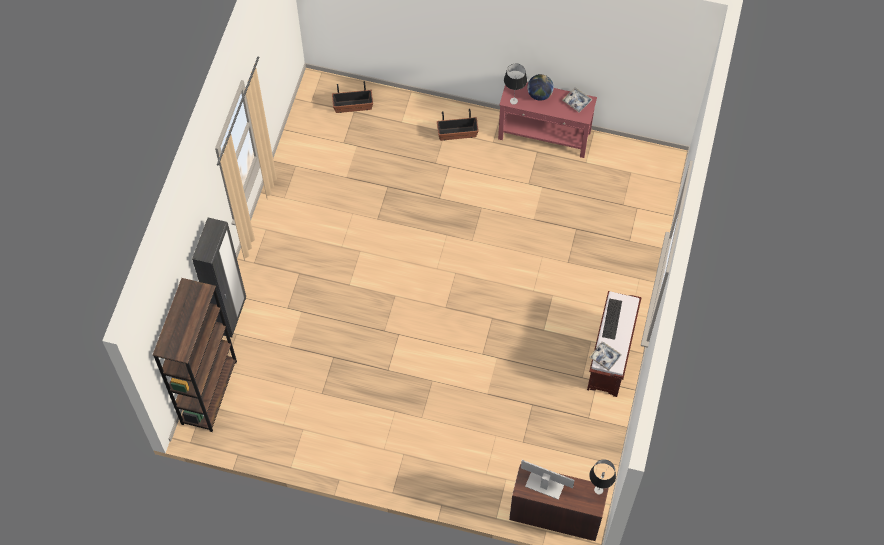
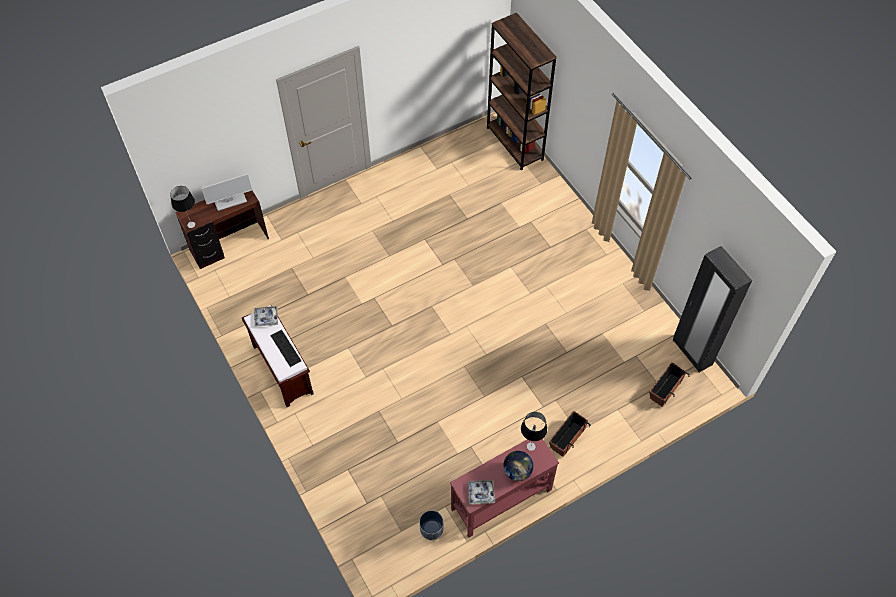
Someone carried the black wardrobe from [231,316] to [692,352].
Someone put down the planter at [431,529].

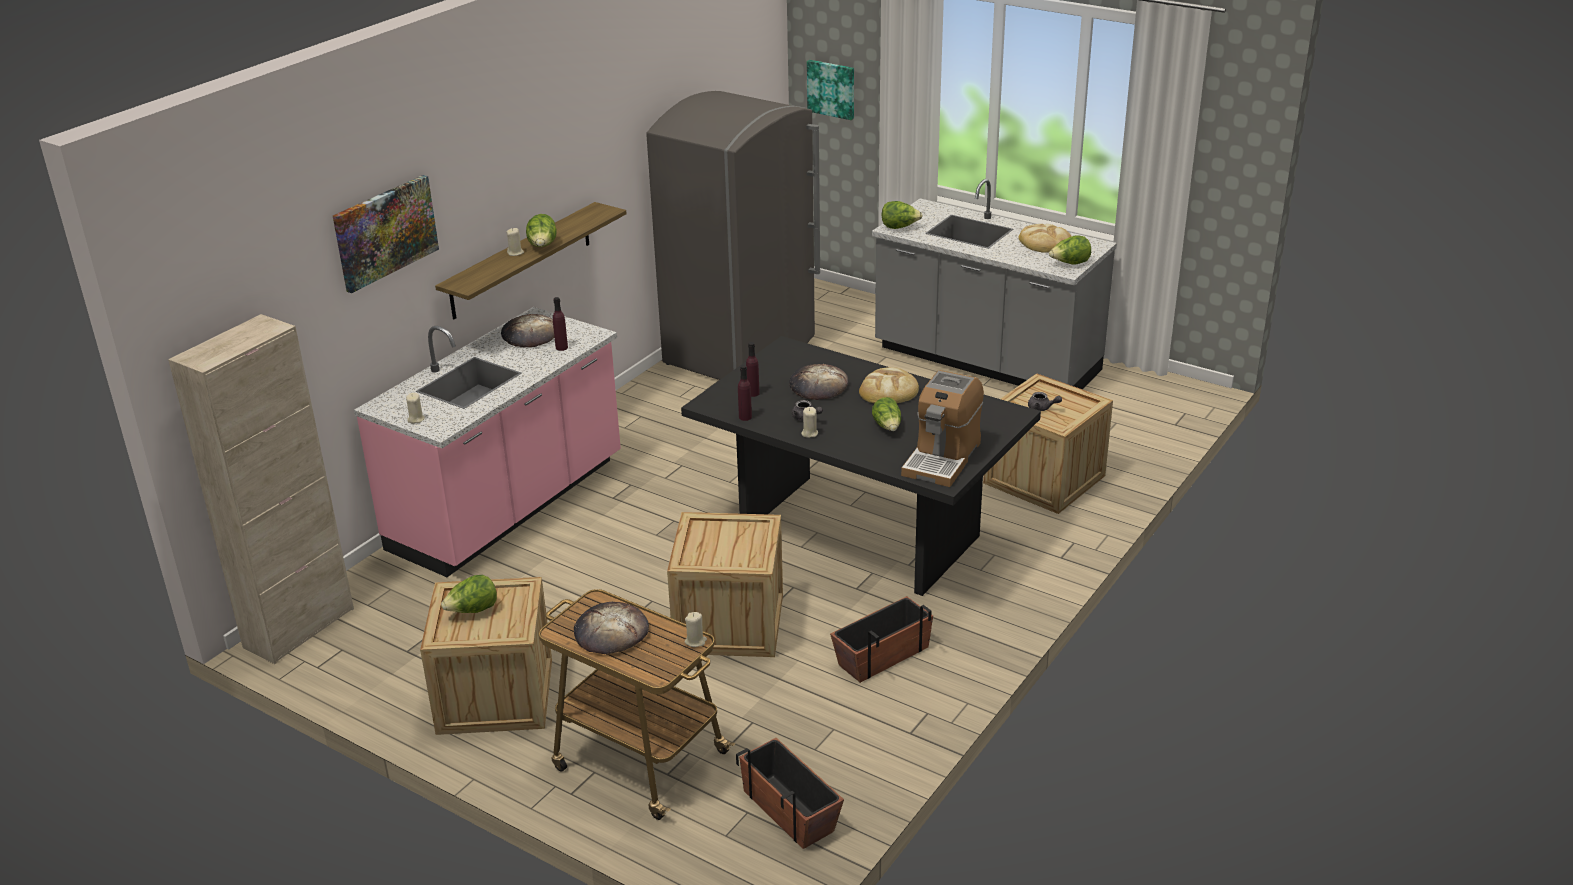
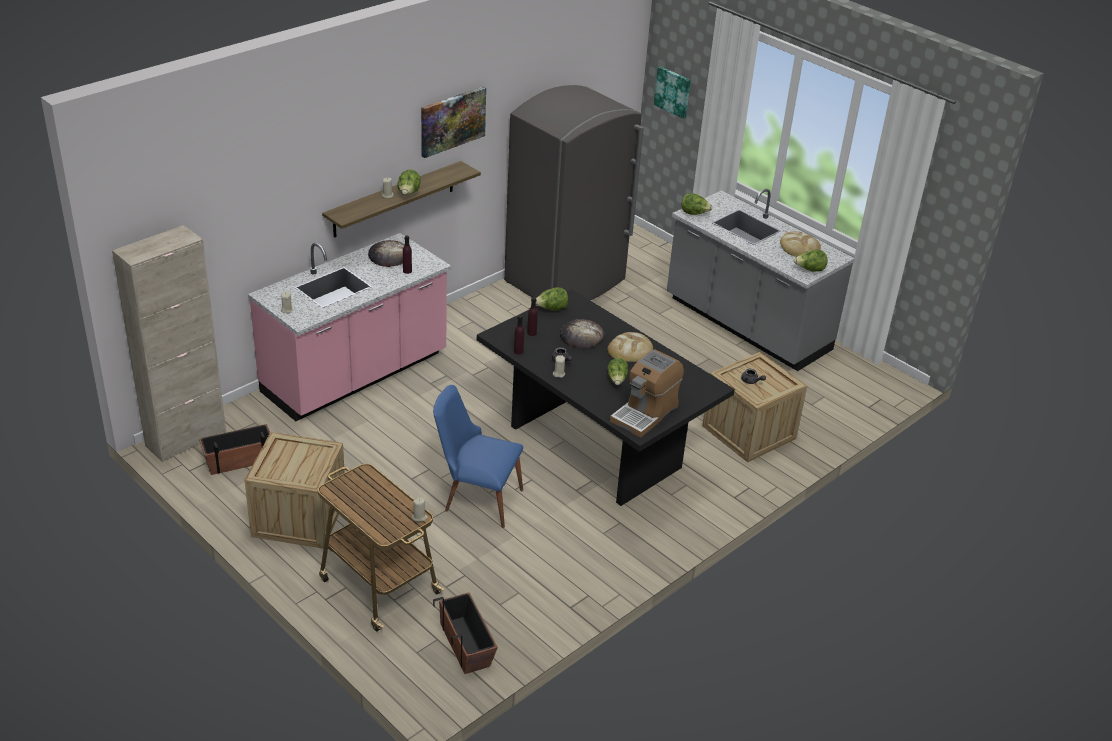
Someone carried the picture from [385,232] to [452,121].
Someone swapped the crate at [729,623] for the blue chair at [476,498].
Someone carried the lettuce from [473,611] to [551,309].
Someone carried the planter from [882,655] to [238,460].
Someone took away the bread at [611,632].

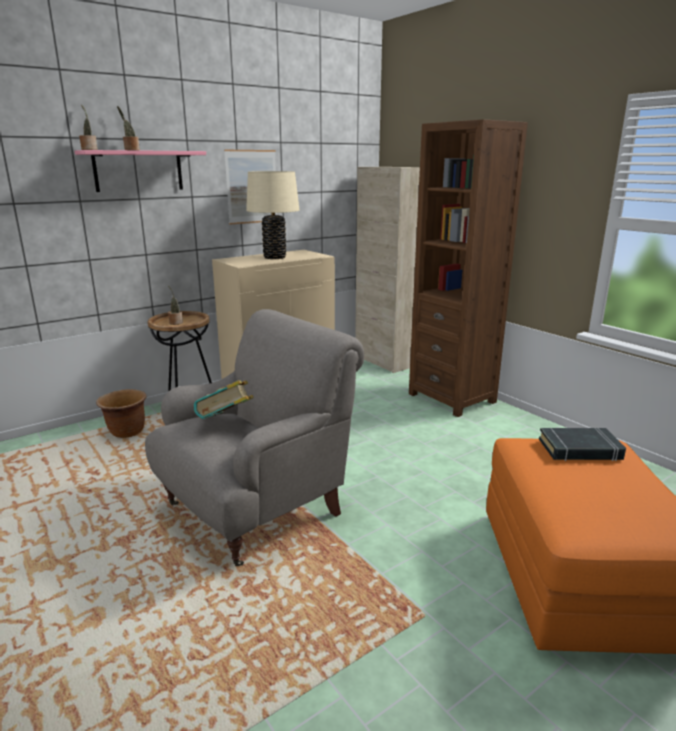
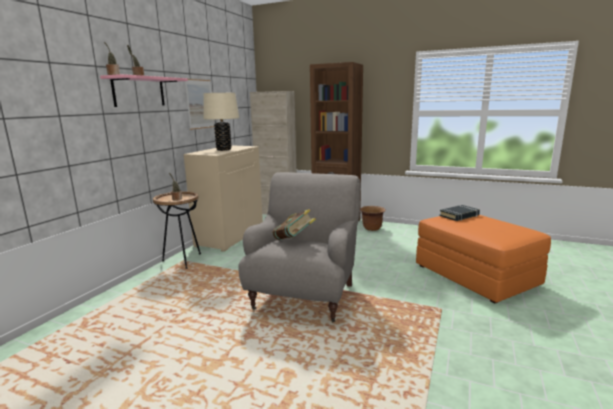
Someone carried the brown planter from [127,432] to [372,228].

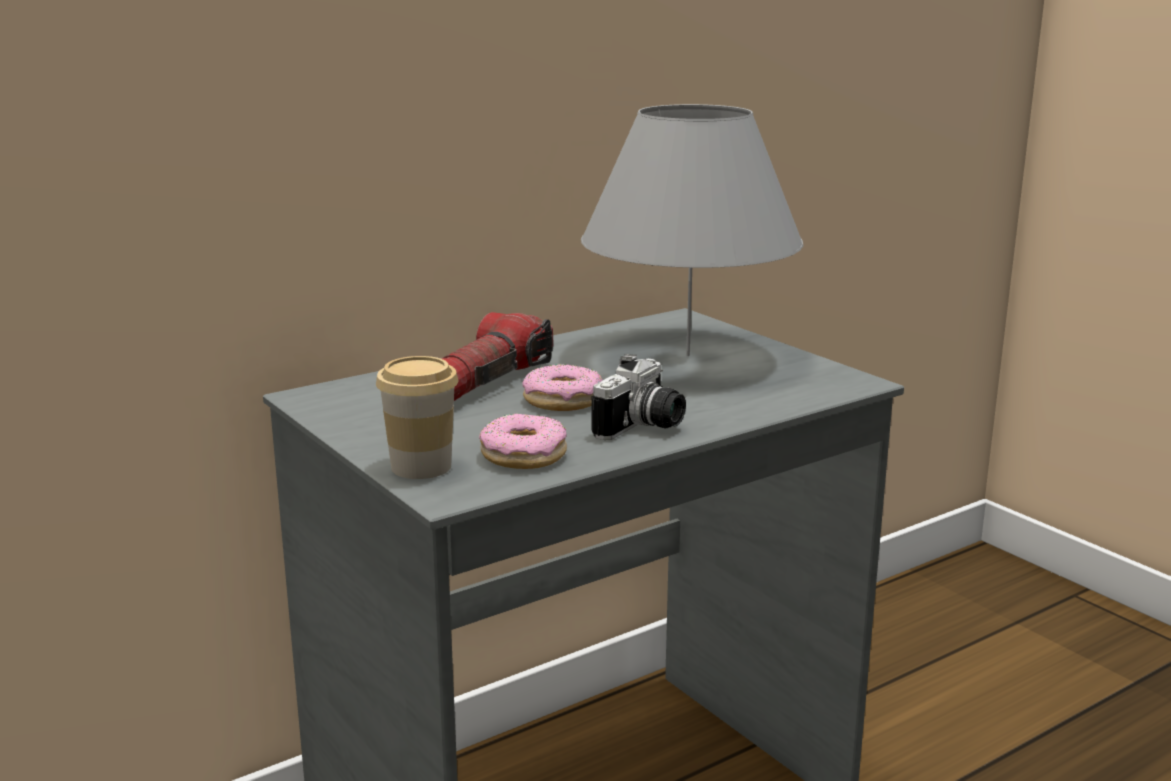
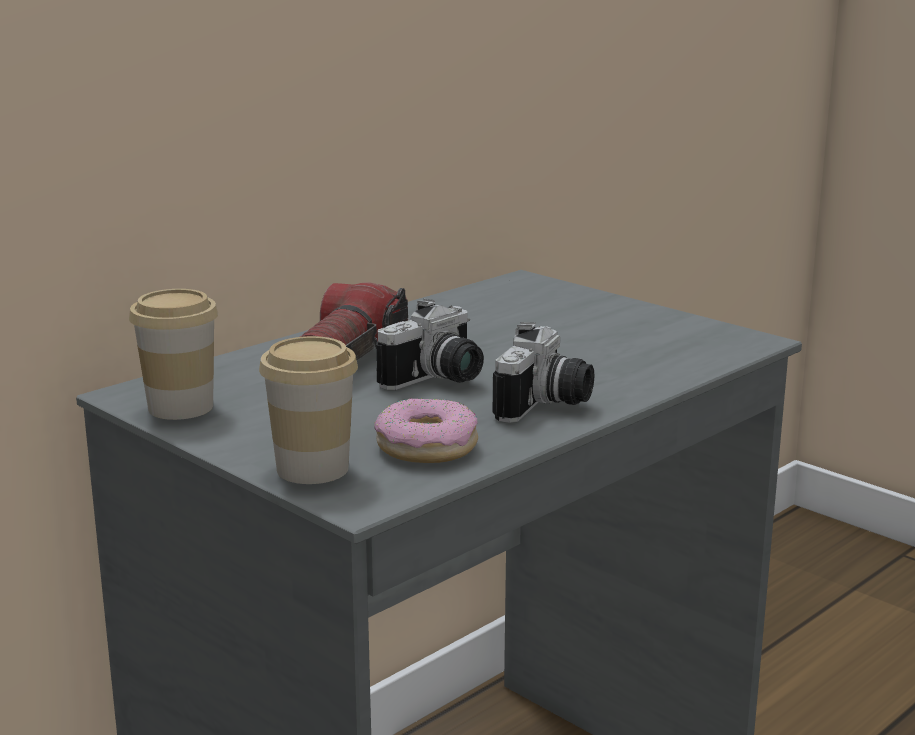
Someone took away the grey table lamp at [687,355].
Someone swapped the donut at [562,400] for the photo camera at [439,380].
Someone put down the cup at [180,407].

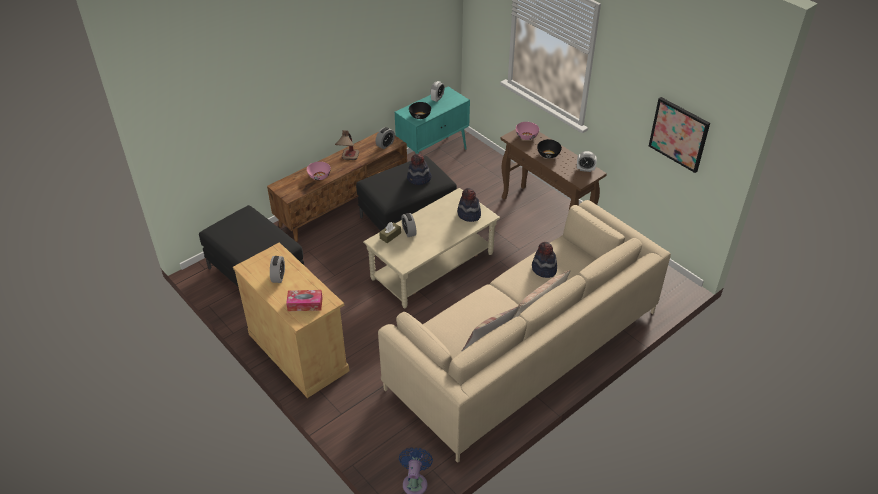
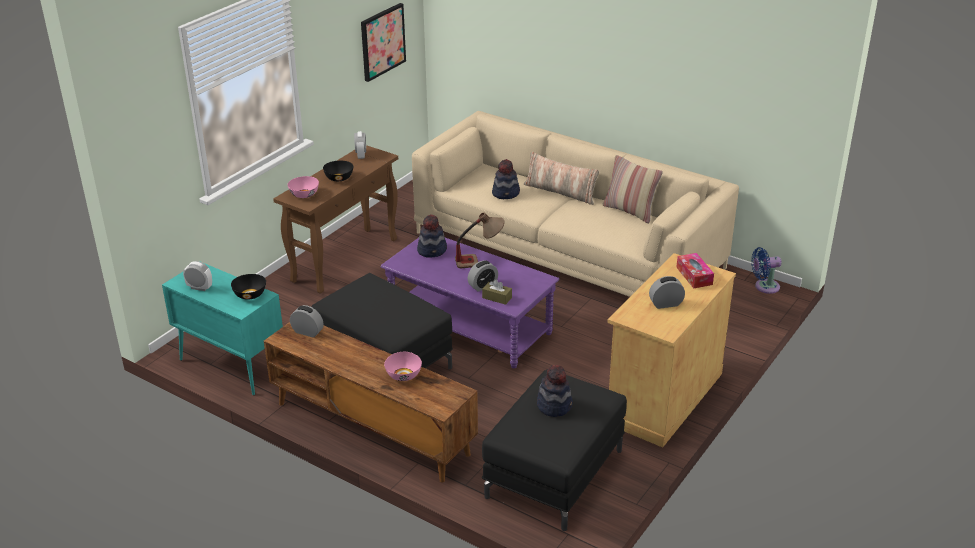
Someone carried the table lamp from [349,161] to [479,261].
Someone carried the hat from [419,179] to [554,405].
Someone repainted the beige coffee table at [432,266], which became the purple coffee table at [470,326].

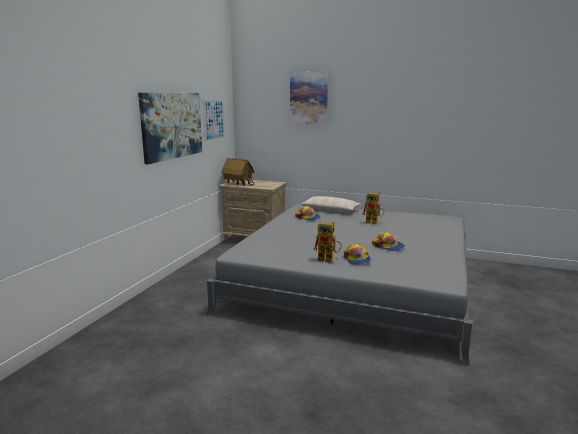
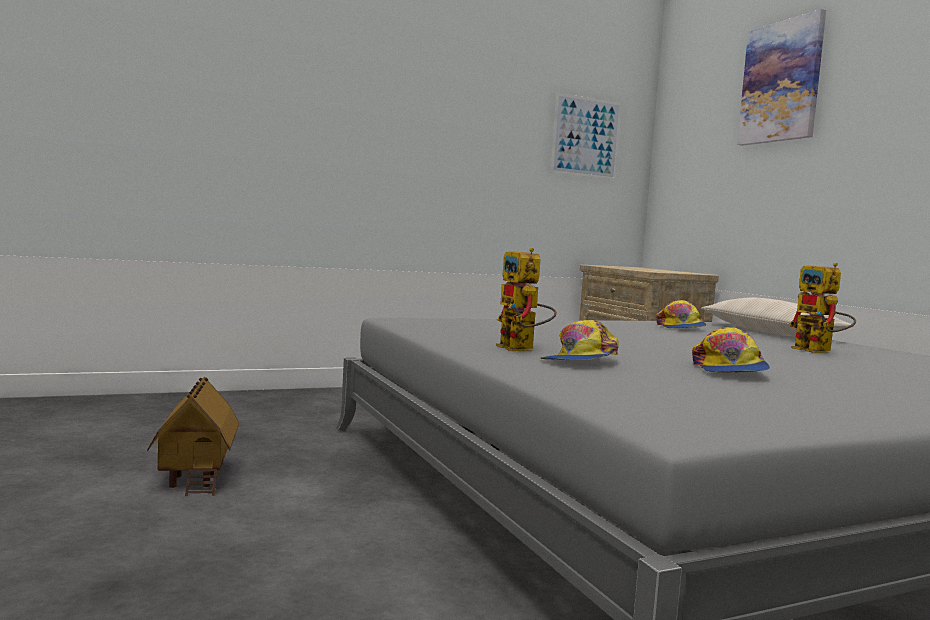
Someone took away the picture at [172,125].
Someone carried the toy house from [238,184] to [196,475].

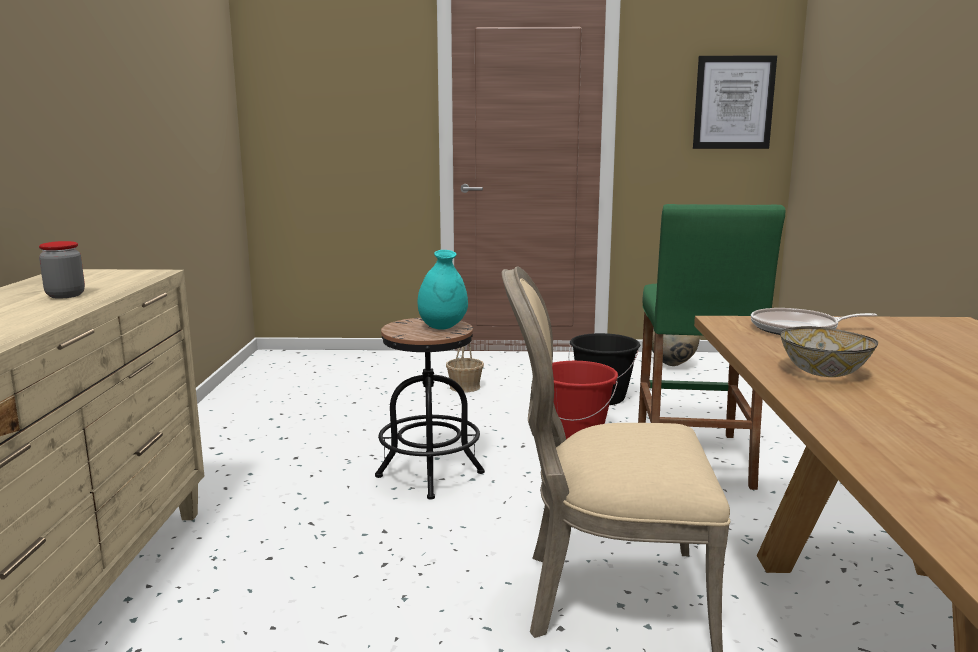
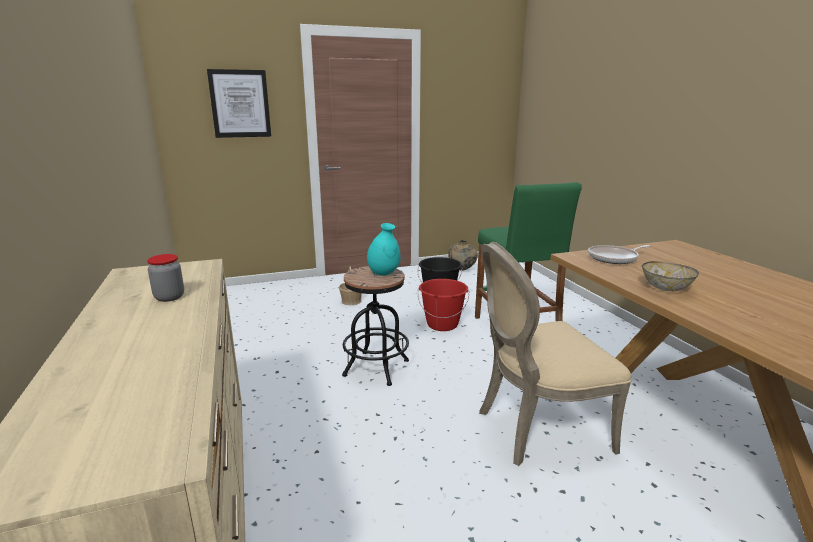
Someone carried the picture from [733,103] to [240,104].

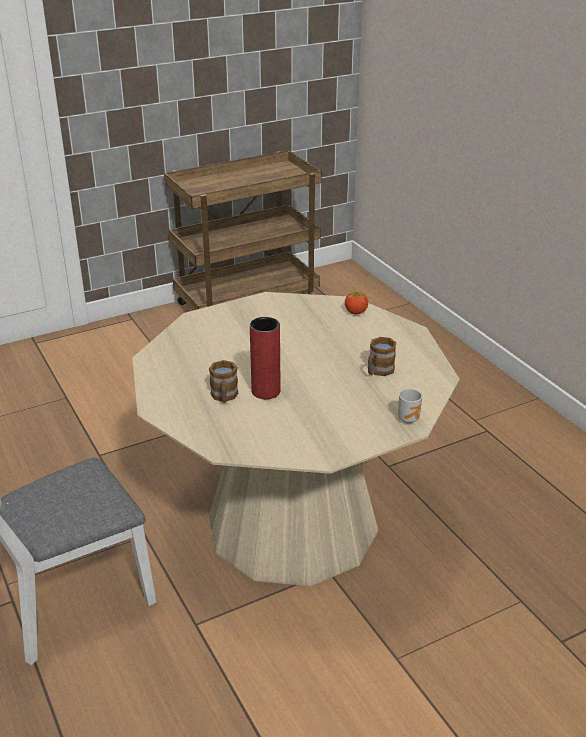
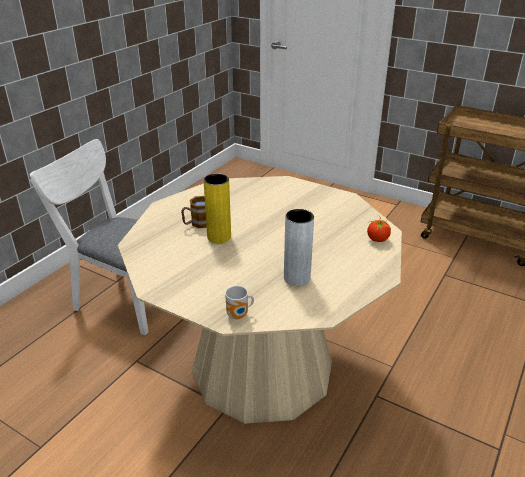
Someone repainted the red vase at [266,391], which became the yellow vase at [219,237].
Someone swapped the mug at [378,371] for the grey vase at [297,278].

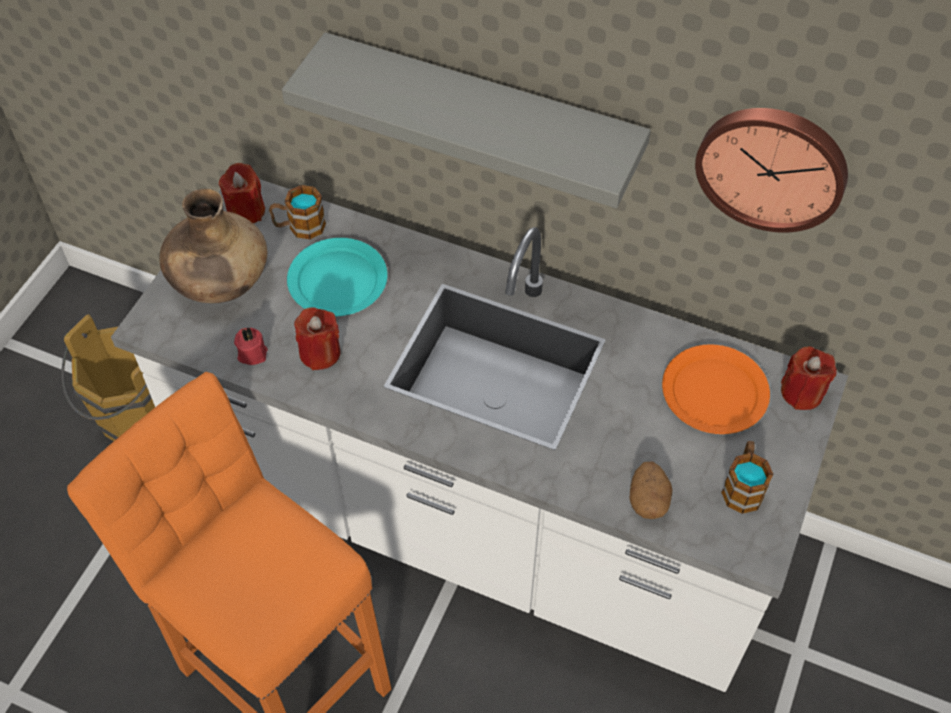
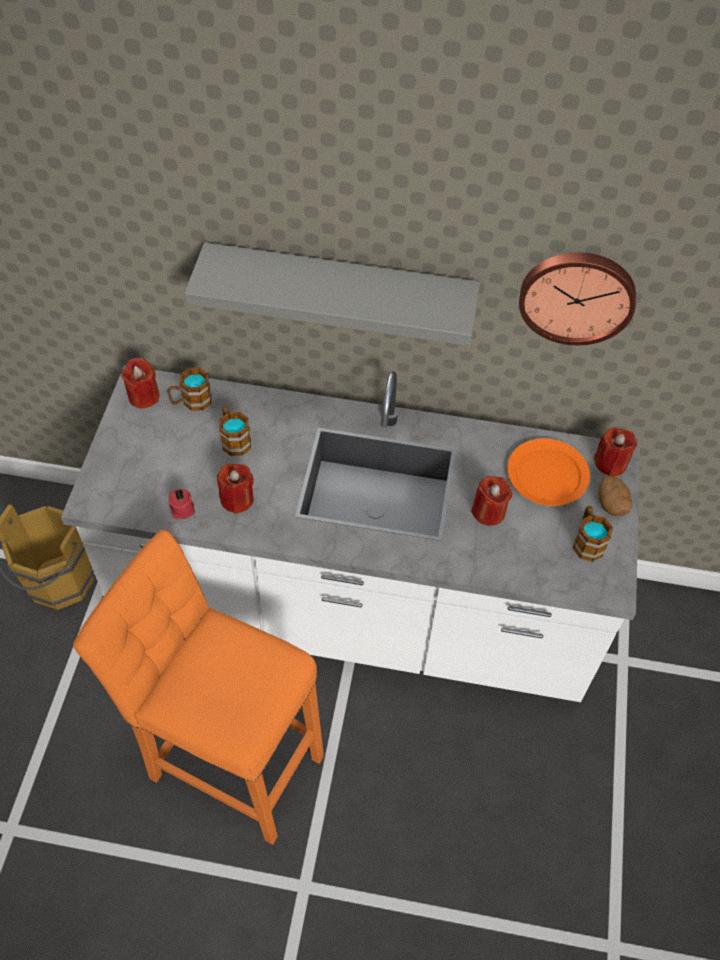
Someone took away the brown vase at [220,283].
Someone swapped the turquoise plate at [337,280] for the mug at [234,439].
Someone carried the potato from [648,500] to [611,504].
Someone put down the red candle at [488,511].

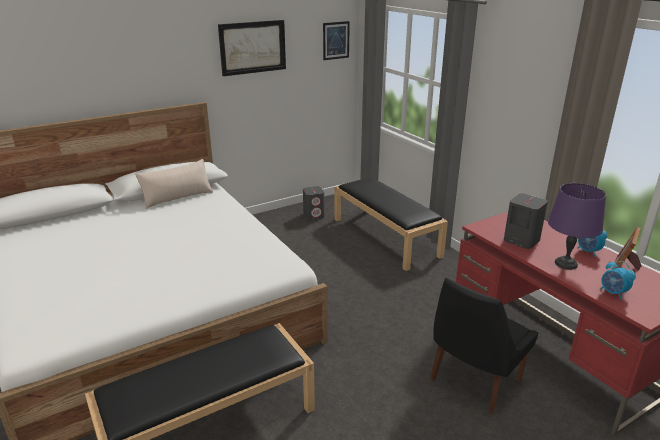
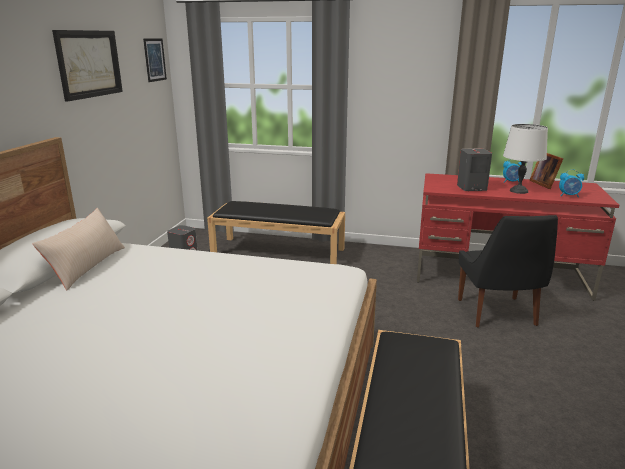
Someone repainted the purple table lamp at [566,263], which became the white table lamp at [518,191].

